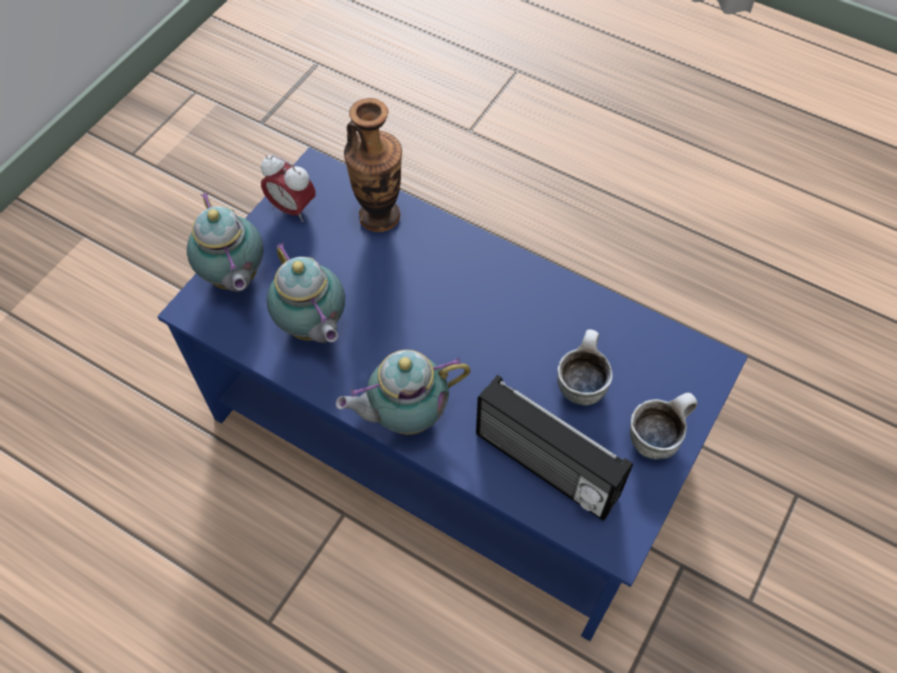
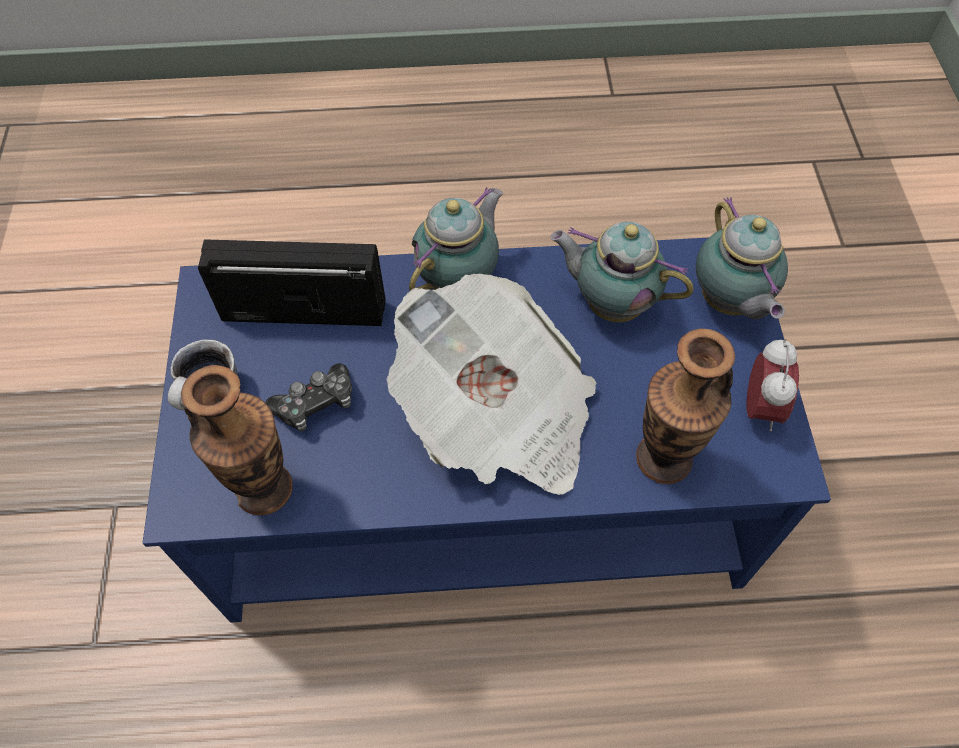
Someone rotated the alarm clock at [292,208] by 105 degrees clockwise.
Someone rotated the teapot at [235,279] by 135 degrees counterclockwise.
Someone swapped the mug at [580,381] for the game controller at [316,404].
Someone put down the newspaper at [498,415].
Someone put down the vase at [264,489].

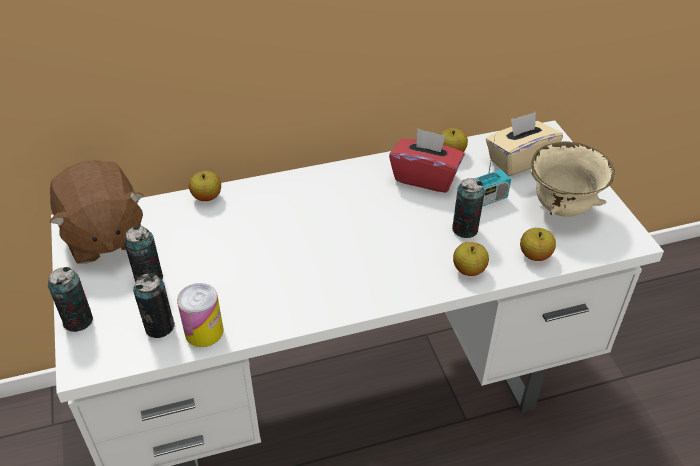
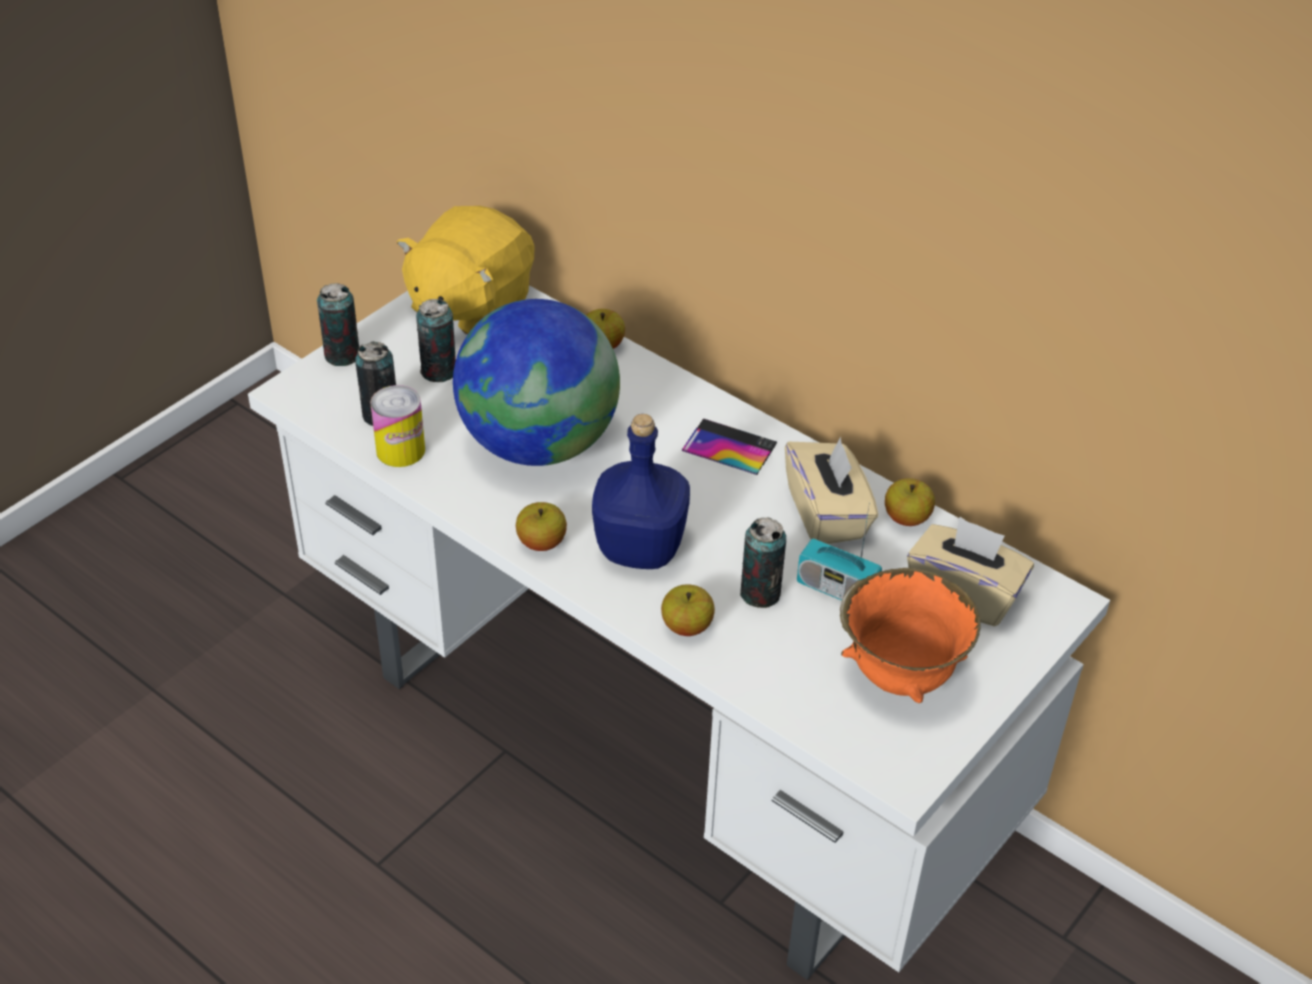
Someone repainted the red tissue box at [425,177], which became the beige tissue box at [827,514].
Someone repainted the beige bowl at [561,208], which became the orange bowl at [900,676].
Someone repainted the brown plush toy at [103,236], which became the yellow plush toy at [469,305].
Someone carried the apple from [535,255] to [541,542].
Someone put down the globe at [538,444].
Someone put down the blue bottle at [642,548].
Someone put down the phone at [729,447].

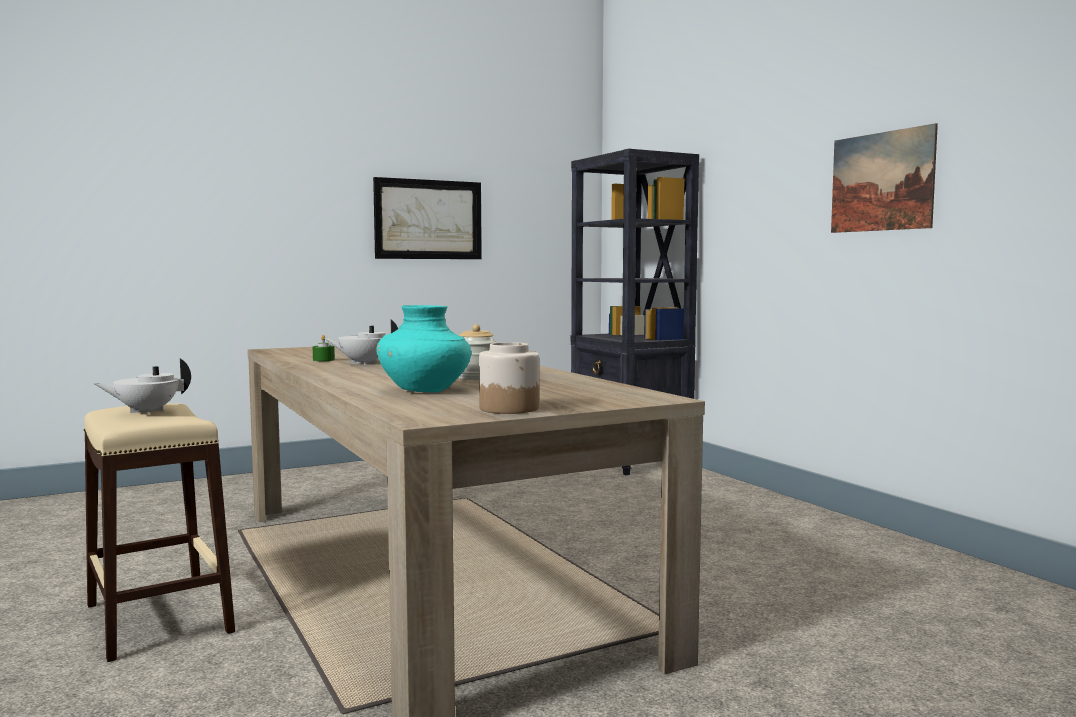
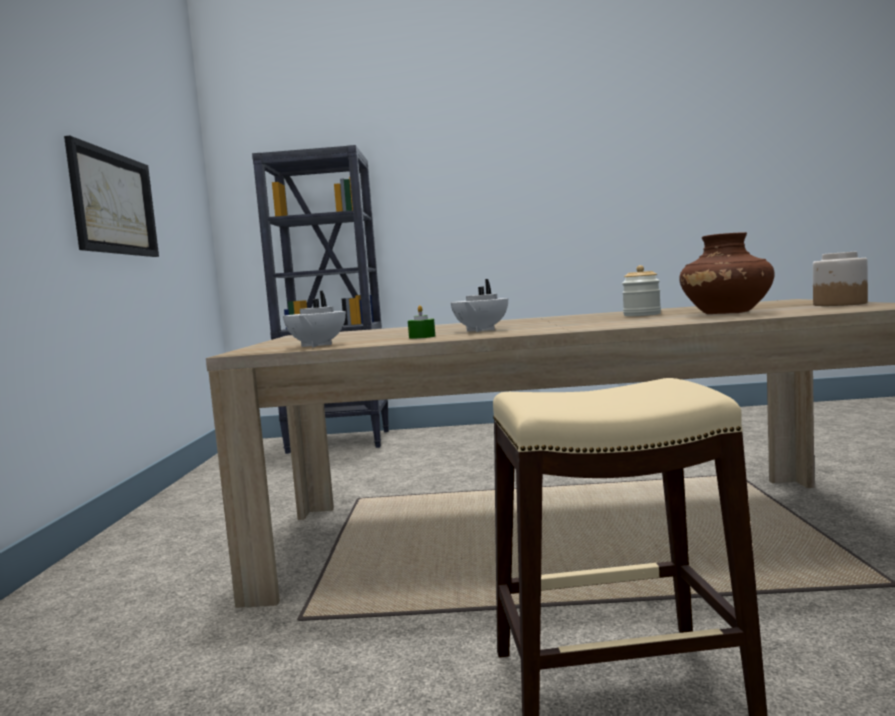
Someone took away the picture at [881,181].
Someone repainted the turquoise vase at [425,391], which became the brown vase at [726,314].
Someone carried the white teapot from [146,411] to [316,345].

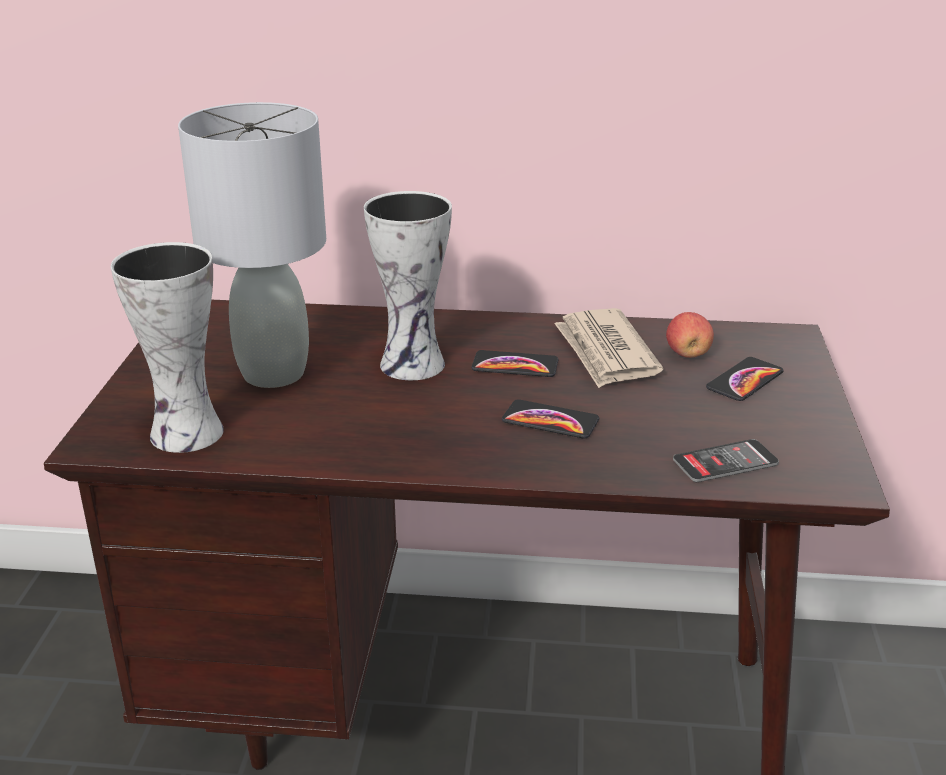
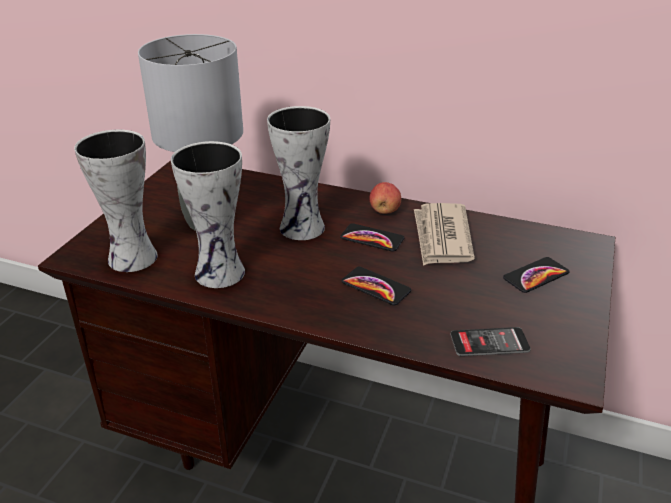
Someone carried the apple from [687,354] to [384,211].
Someone put down the vase at [222,273].

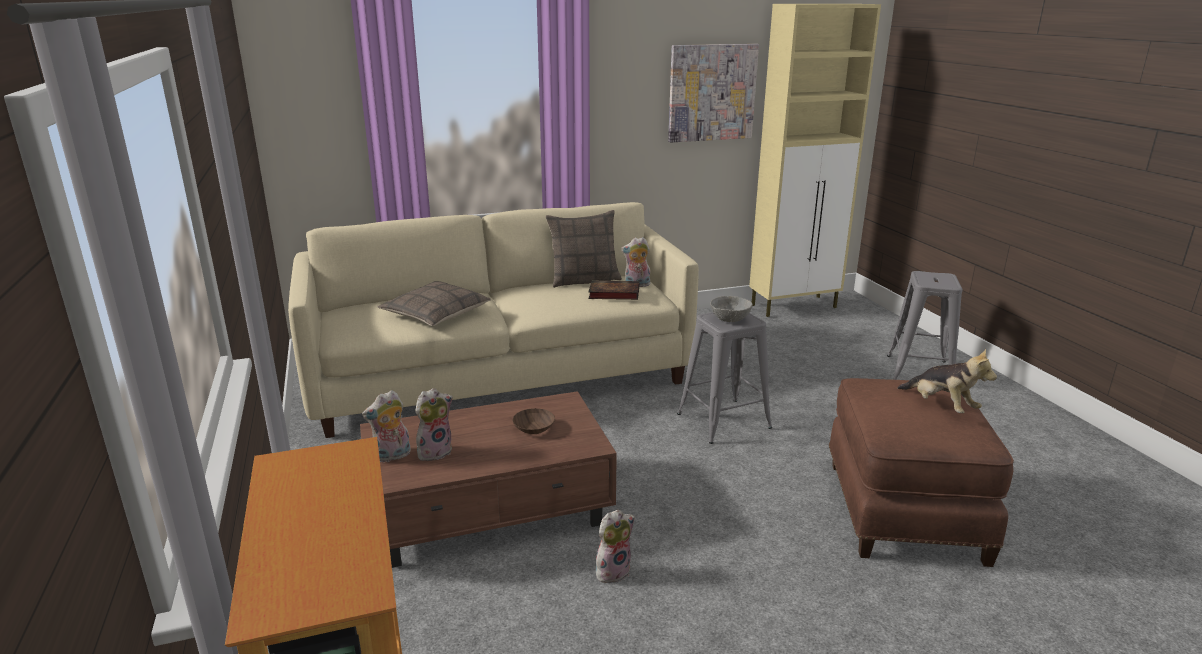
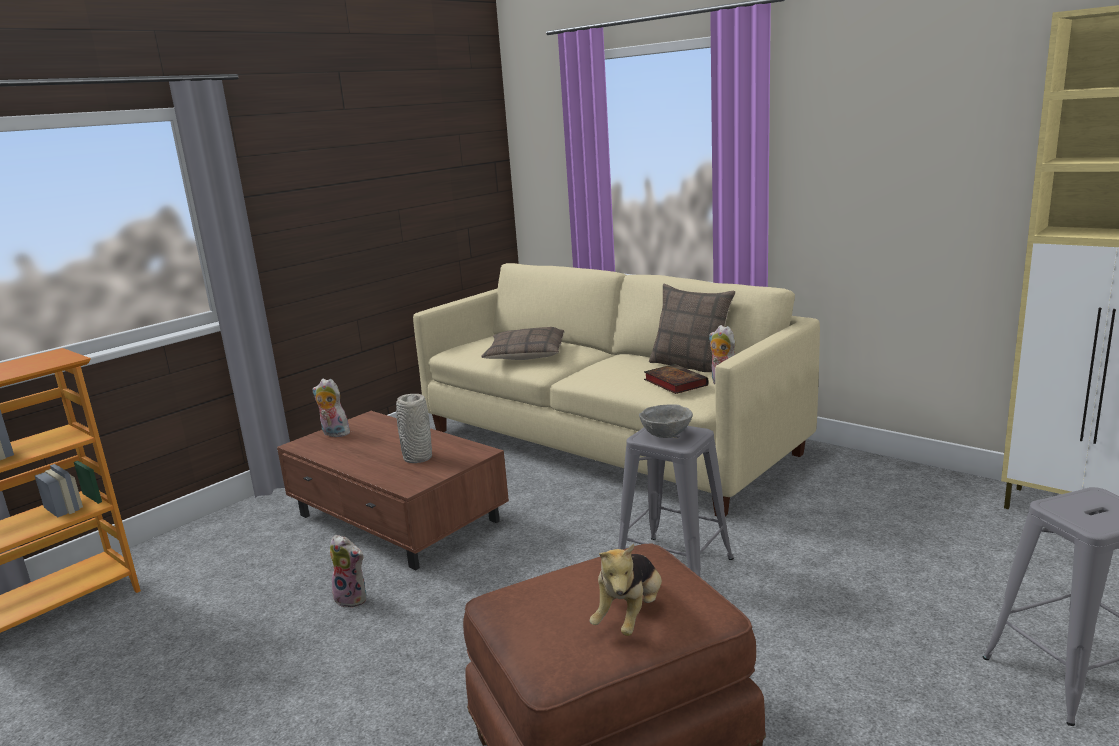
Someone took away the picture at [711,93].
Someone took away the plush toy at [435,451].
Someone swapped the brown bowl at [534,428] for the grey vase at [417,458].

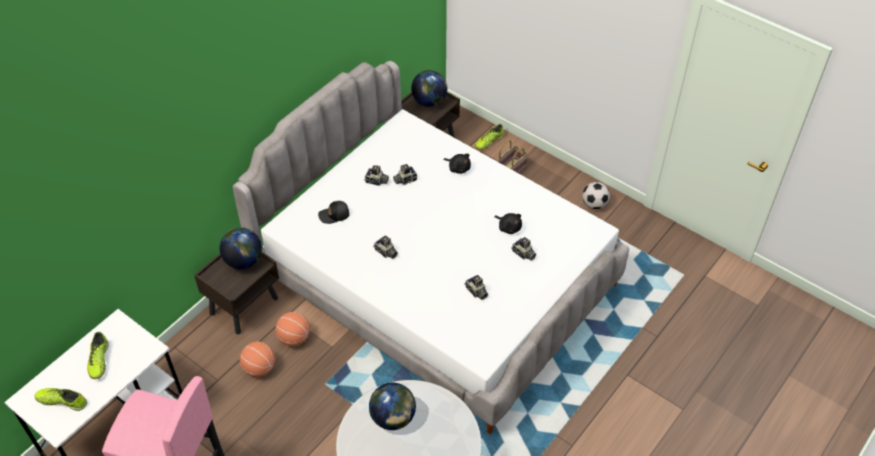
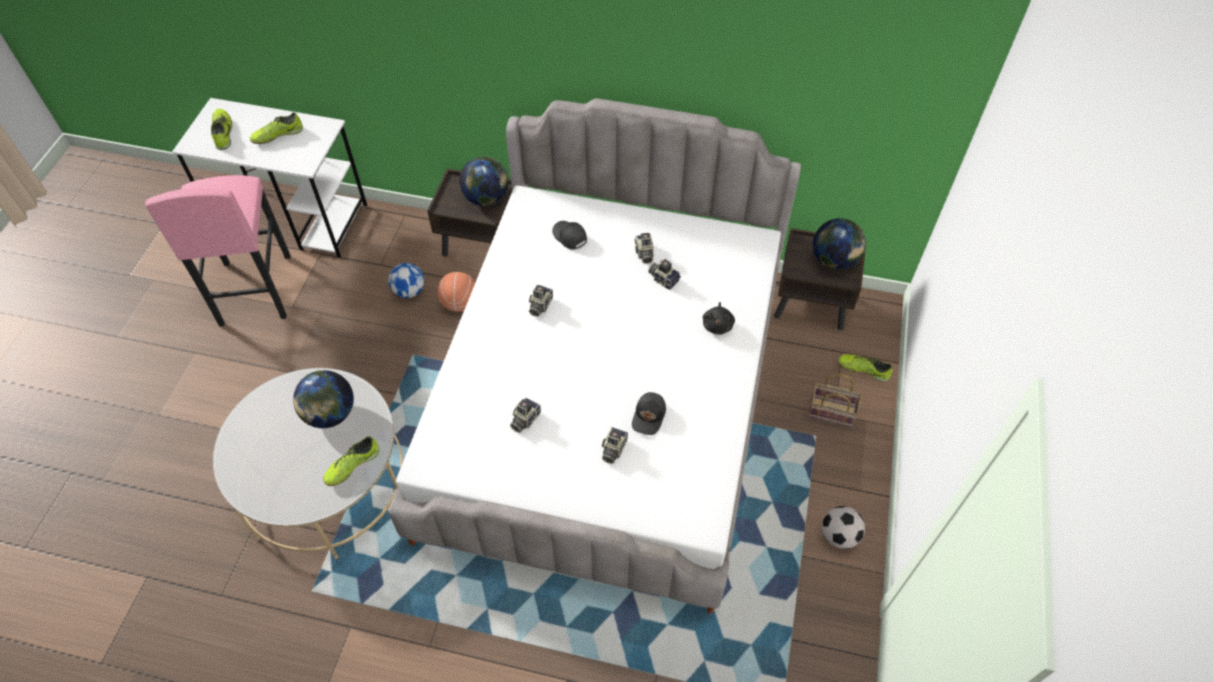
Someone swapped the black plush toy at [509,227] for the black cap at [649,416].
Someone swapped the basketball at [259,368] for the football at [409,291].
Someone put down the shoe at [352,465].

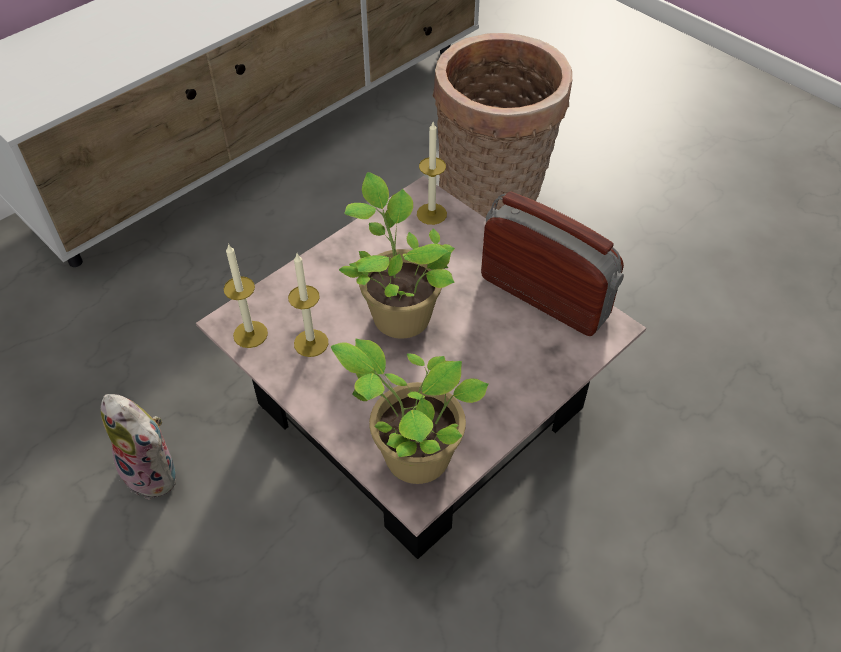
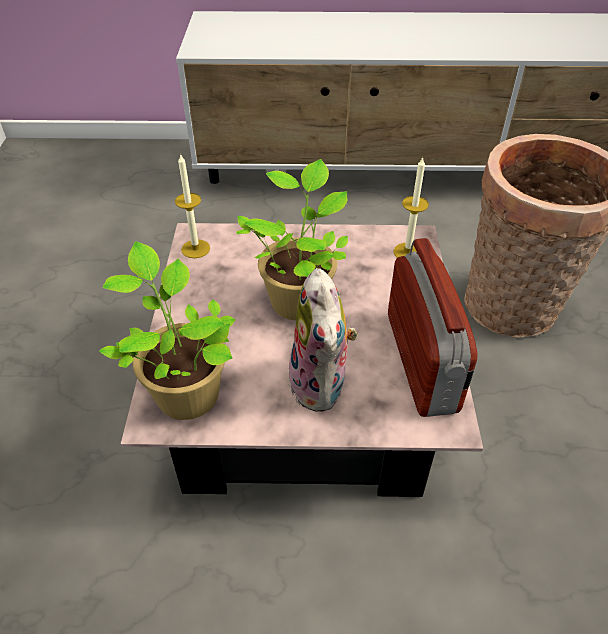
Someone took away the candle at [311,343].
Someone carried the plush toy from [155,472] to [322,386].

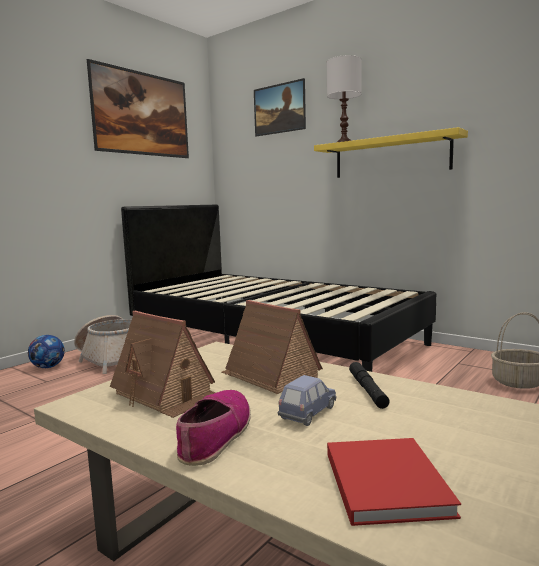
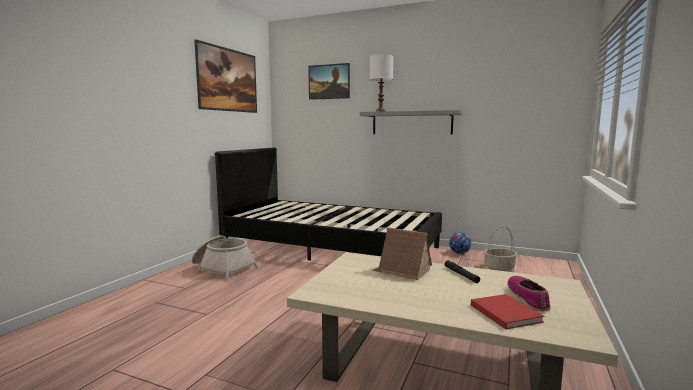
Someone repainted the yellow shelf at [390,156], which became the grey shelf at [411,123].
Someone took away the toy house at [167,394].
Someone carried the football from [48,367] to [459,253].
Someone took away the blue toy car at [308,413].
Someone carried the shoe from [215,434] to [528,298].

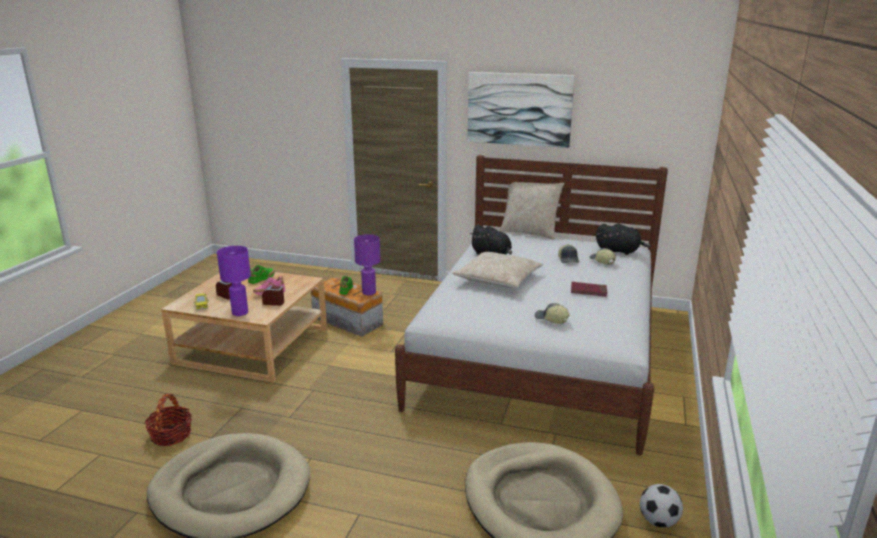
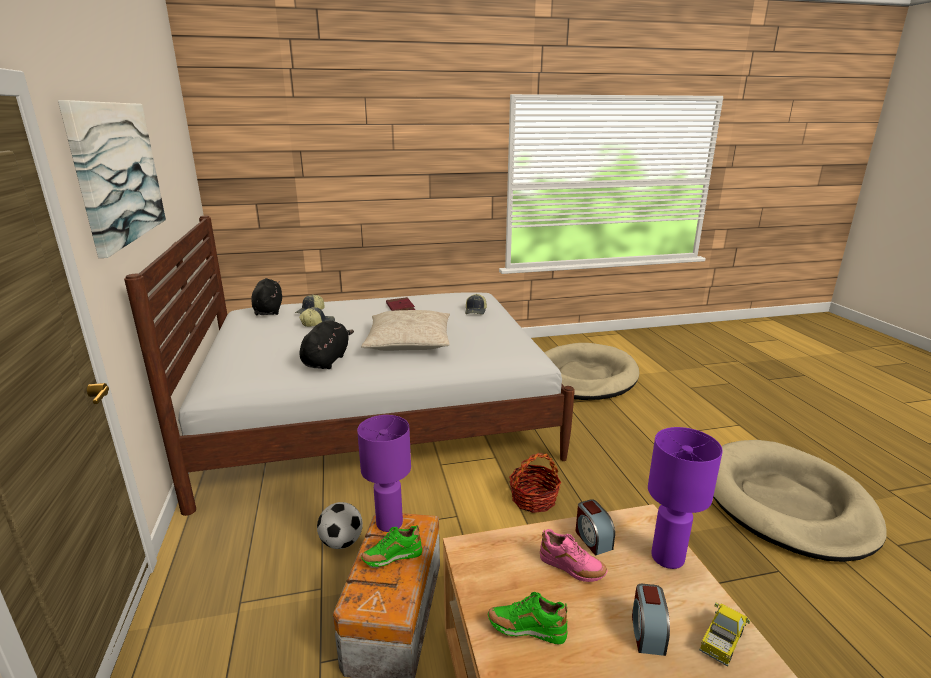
Someone took away the beige pillow at [529,233].
Someone carried the basket from [171,435] to [533,499].
Someone carried the football from [658,521] to [341,542].

